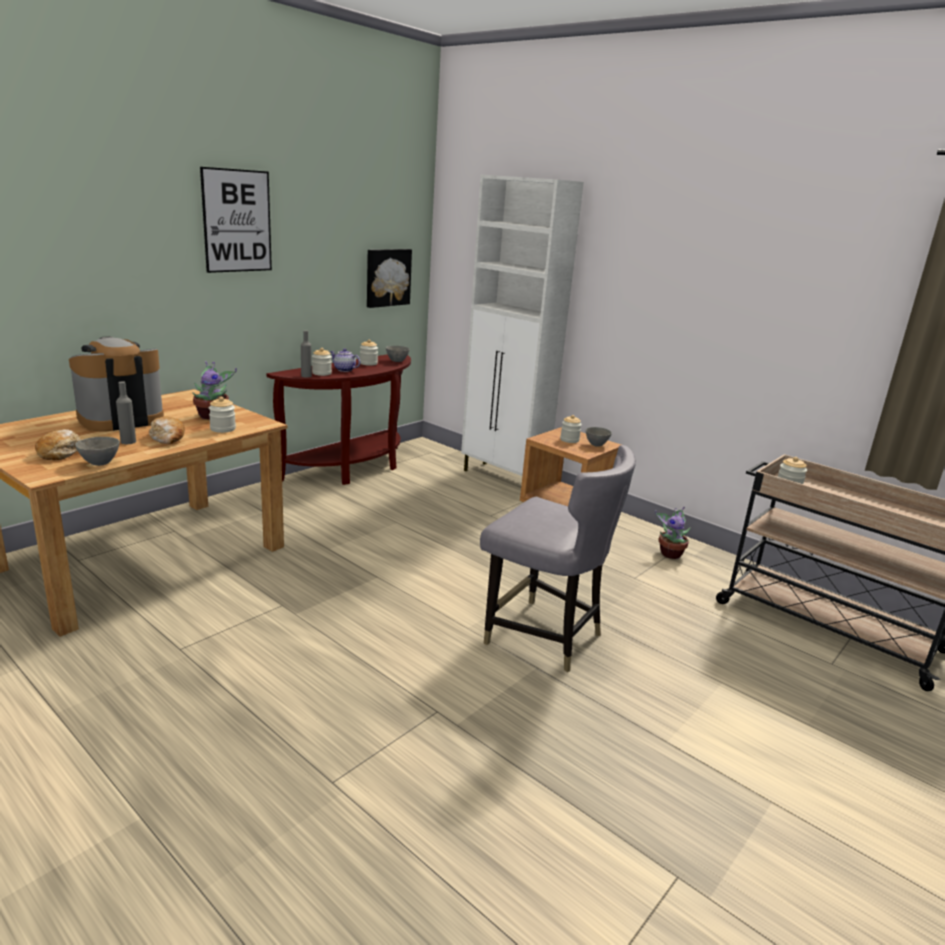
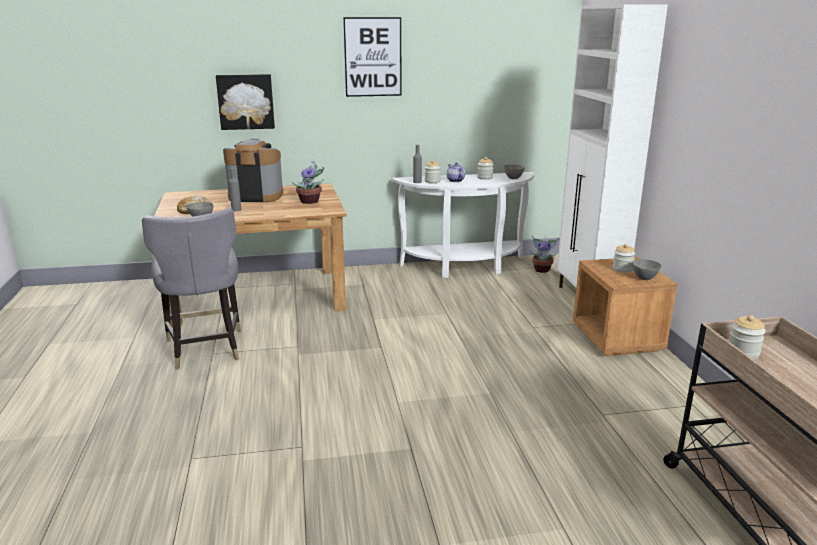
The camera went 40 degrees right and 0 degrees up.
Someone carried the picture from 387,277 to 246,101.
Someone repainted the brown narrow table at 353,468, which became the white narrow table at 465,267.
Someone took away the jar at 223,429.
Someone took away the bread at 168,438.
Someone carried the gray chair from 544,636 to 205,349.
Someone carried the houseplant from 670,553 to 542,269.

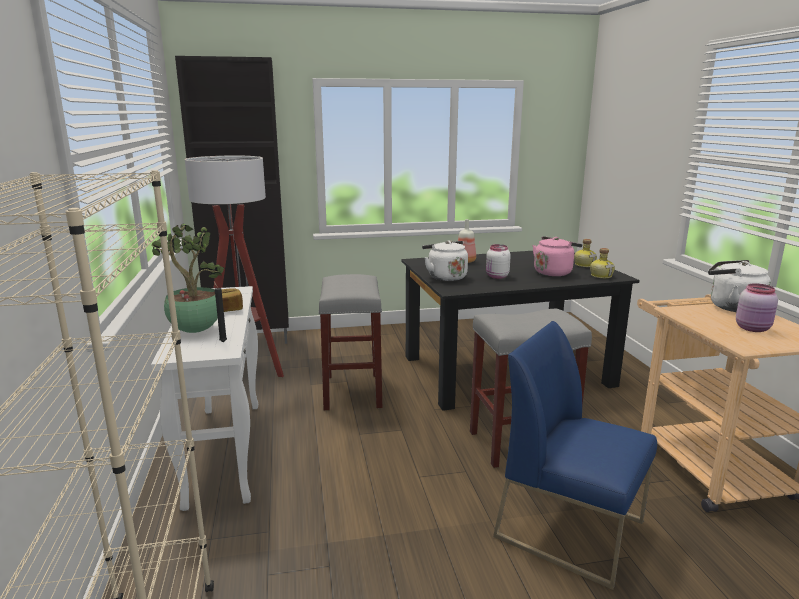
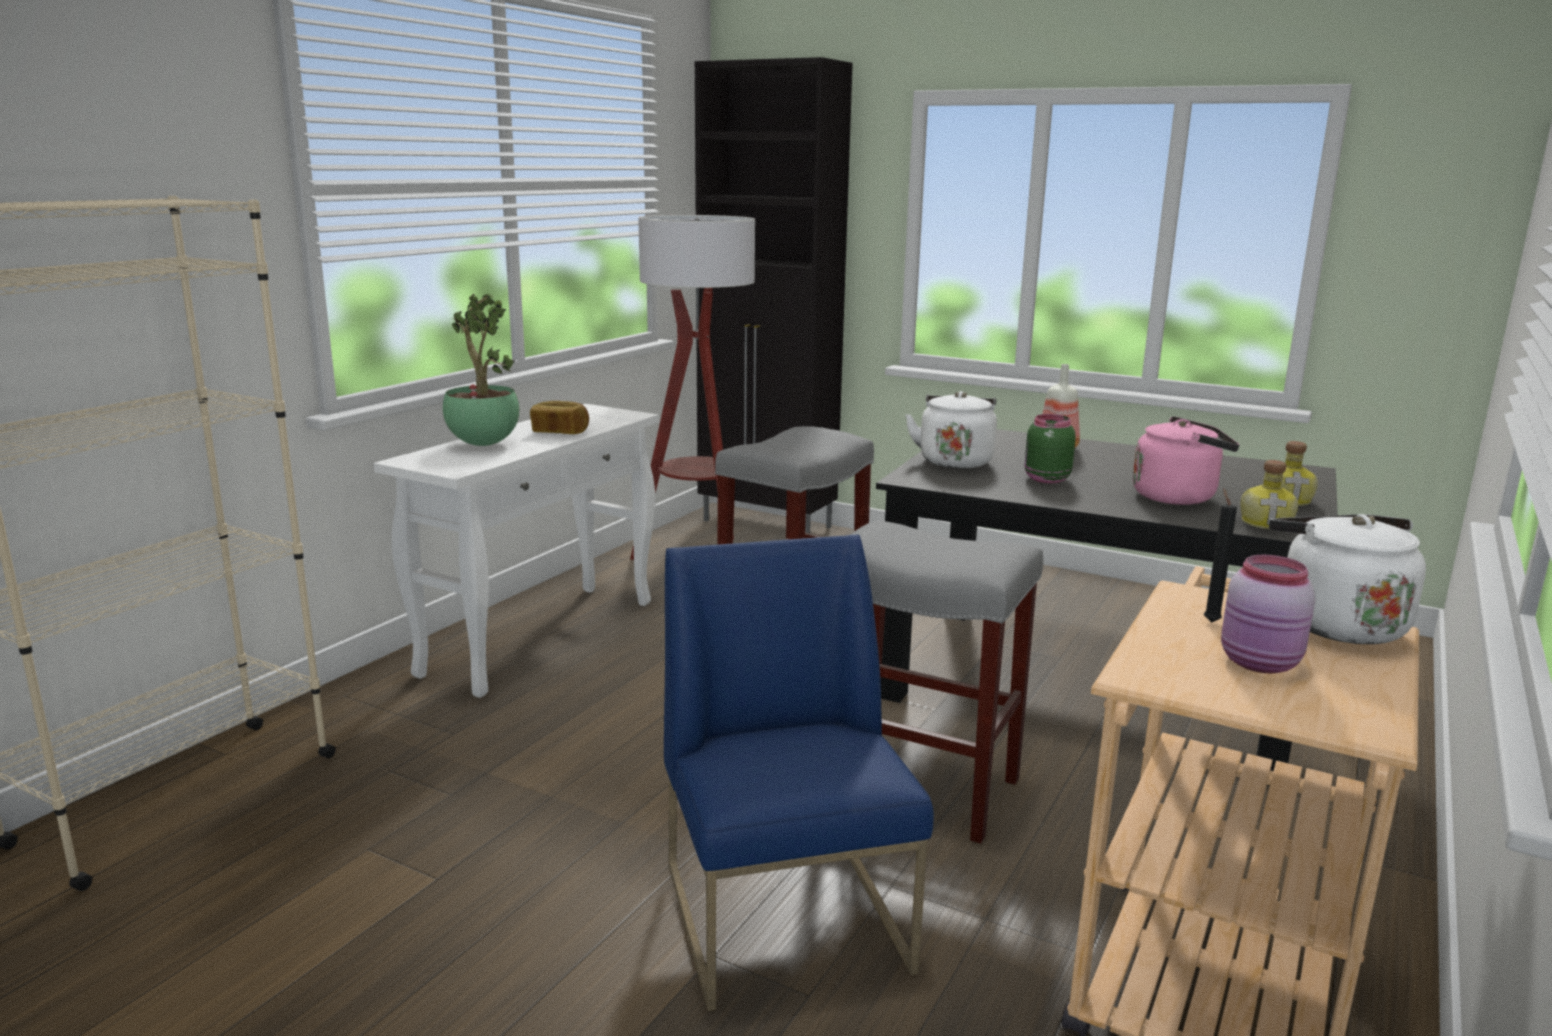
The camera went 40 degrees right and 0 degrees up.
Someone repainted the white jar at 496,276, which became the greenish jar at 1045,479.
Someone carried the black-coloured candle from 222,342 to 1210,621.

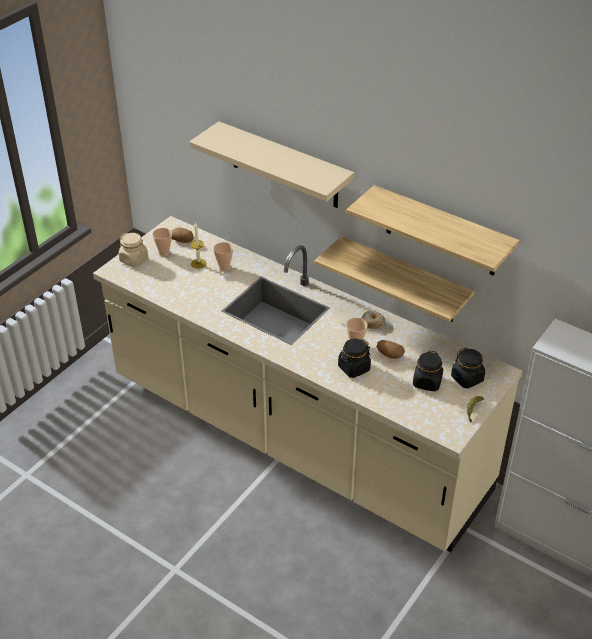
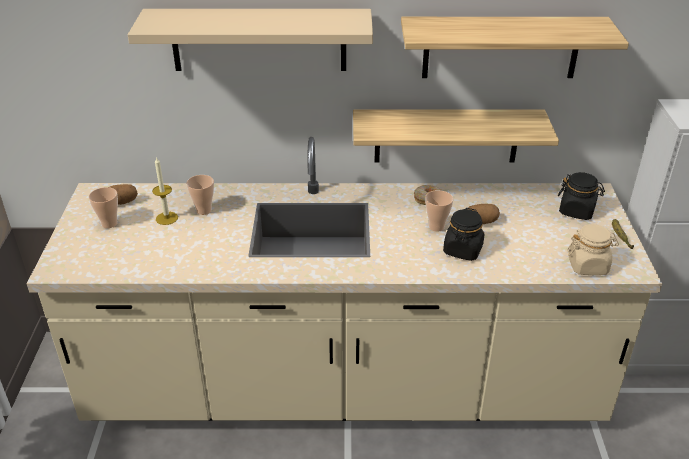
The camera went 35 degrees left and 5 degrees down.
Someone carried the beige jar from 134,260 to 588,266.
Someone took away the black-coloured jar at 427,382.

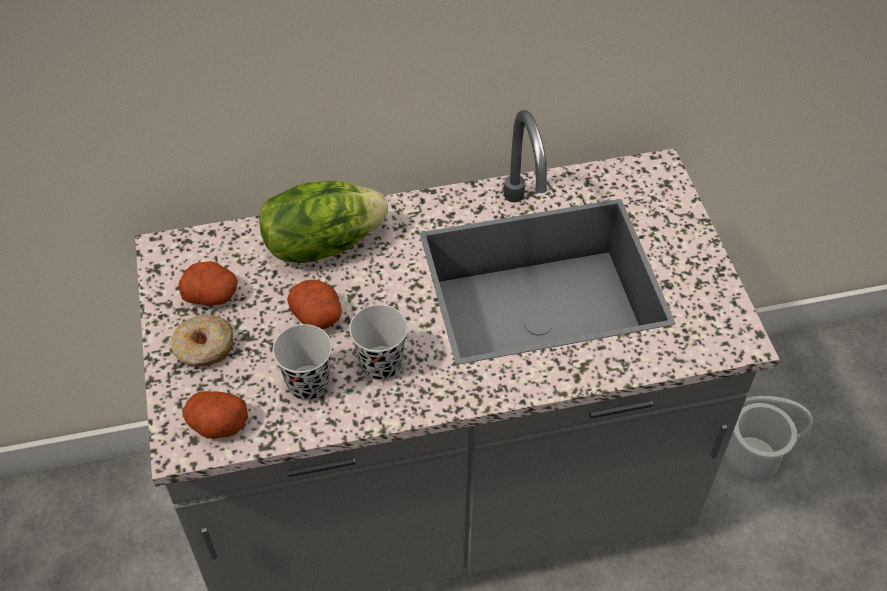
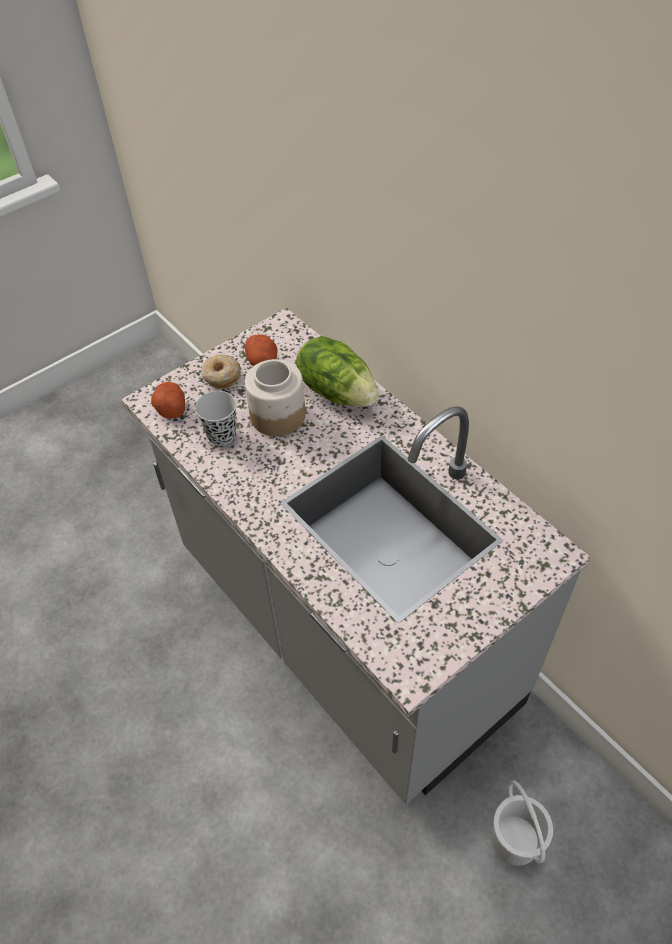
The camera went 65 degrees right and 0 degrees up.
Someone swapped the potato at 318,316 for the jar at 277,416.
Someone took away the black-coloured drinking cup at 381,364.

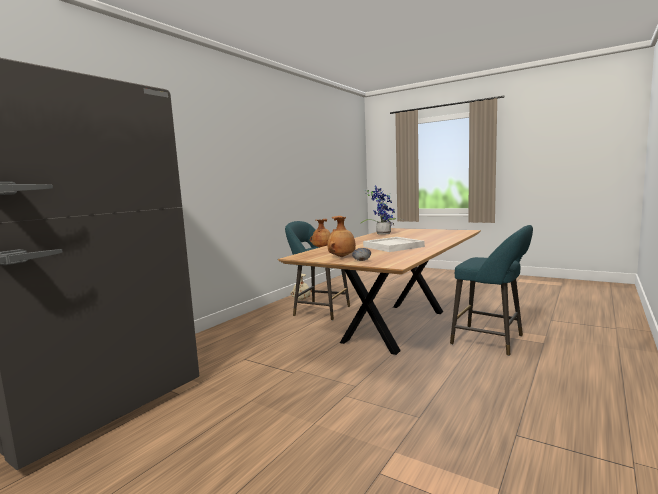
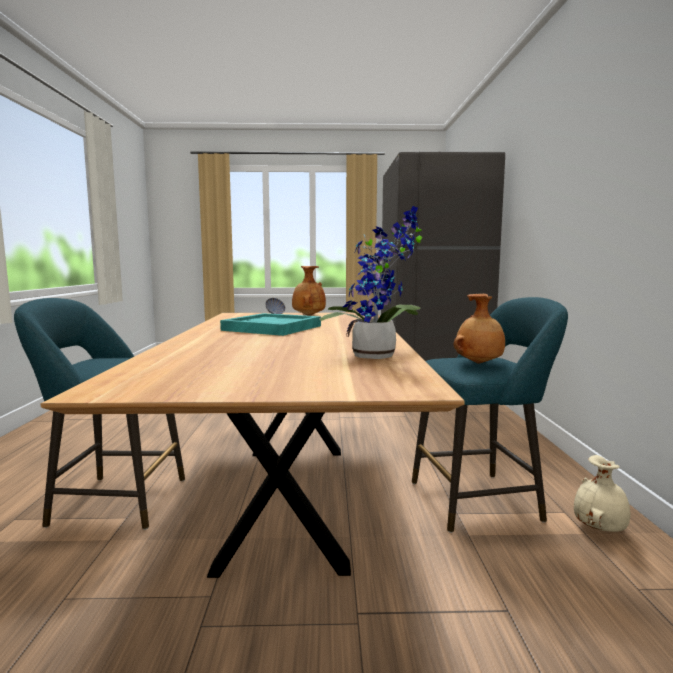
The camera went 145 degrees right and 0 degrees up.
Someone repainted the white tray at 394,246, which became the turquoise-coloured tray at 271,328.

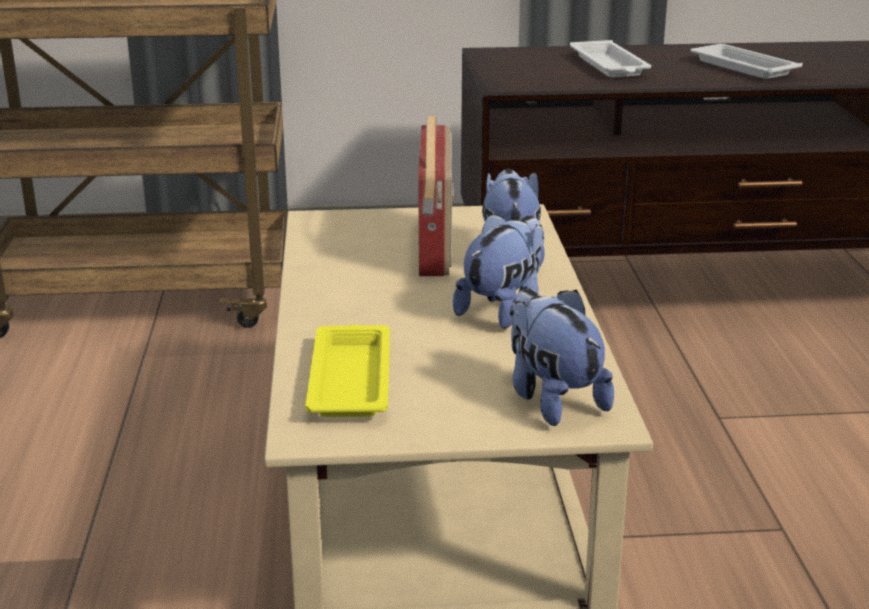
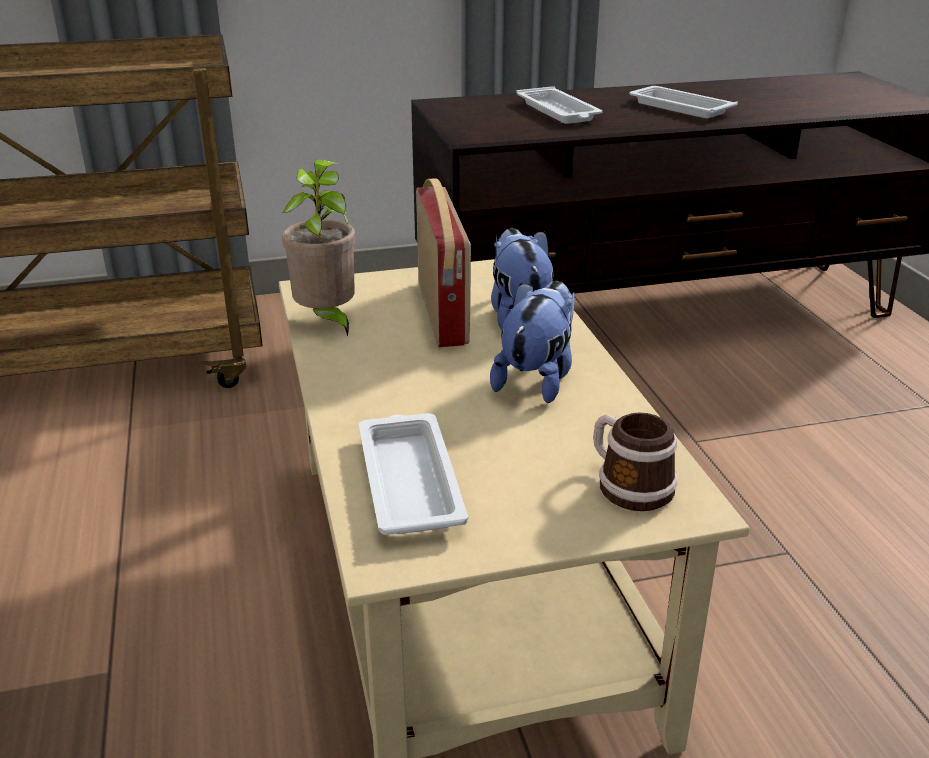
The camera went 10 degrees left and 5 degrees up.
Someone swapped the plush toy at 551,399 for the mug at 627,484.
Someone repainted the yellow tray at 350,378, which became the white tray at 409,480.
Someone put down the houseplant at 327,321.

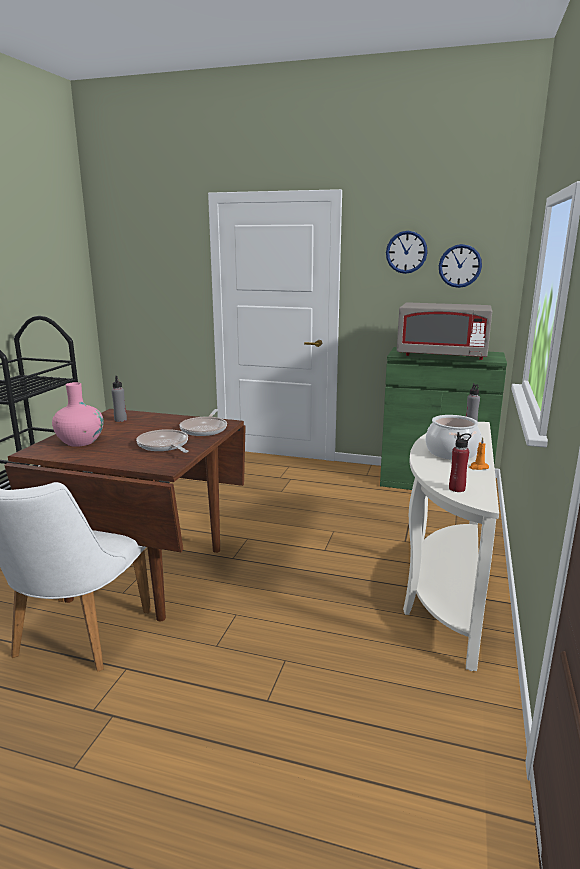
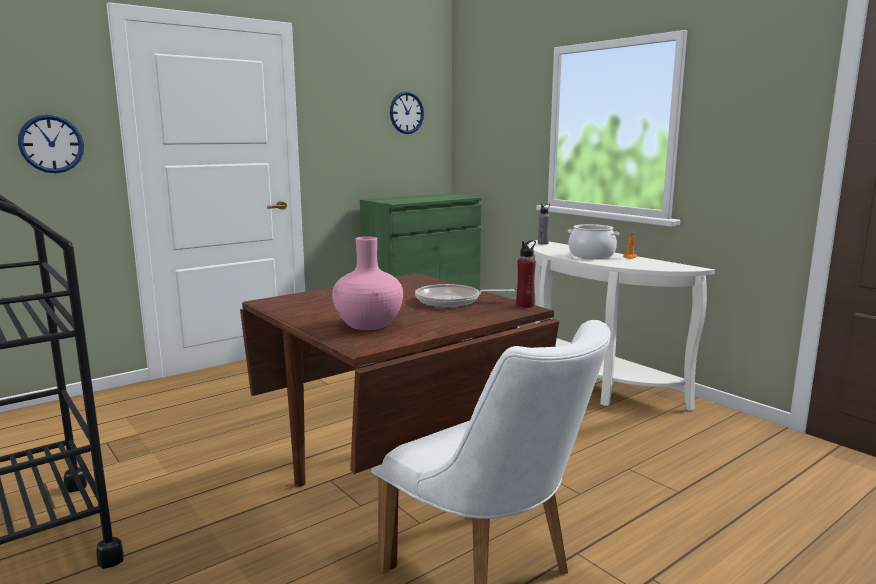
The camera went 55 degrees left and 5 degrees down.
Someone carried the hanging clock from 406,252 to 51,144.
Someone took away the gray microwave at 442,355.
Someone took away the gray drink bottle at 120,420.
Someone took away the frying pan at 205,429.
Someone carried the red-coloured drink bottle from 457,489 to 525,305.

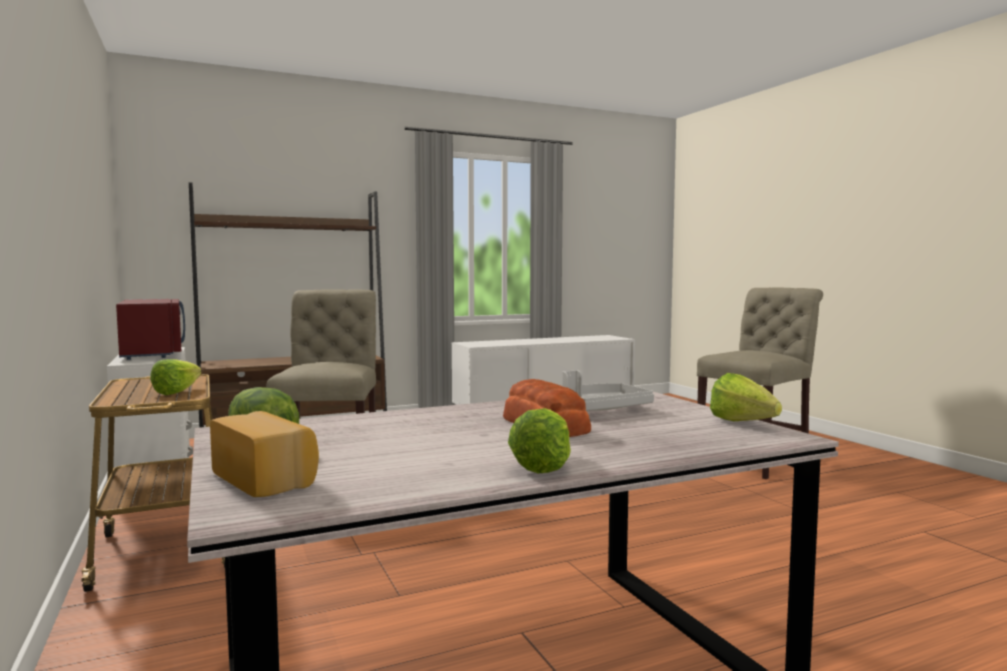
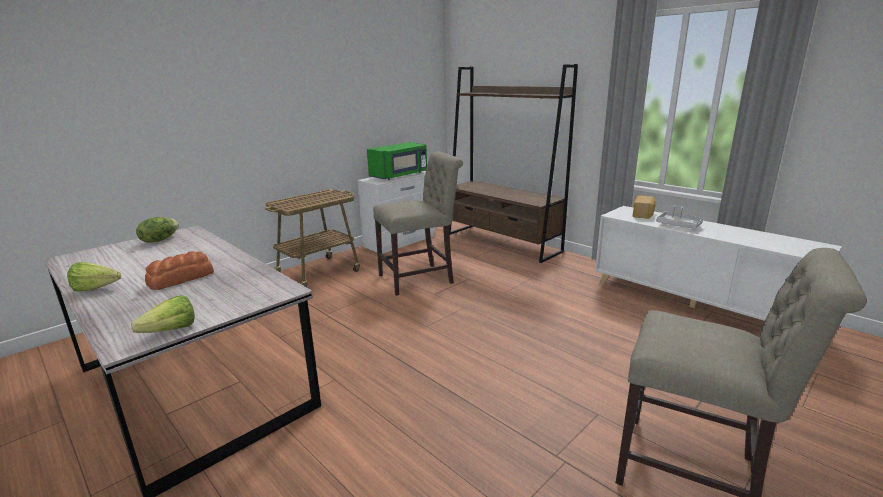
The camera went 70 degrees right and 15 degrees up.
Someone repainted the red-coloured microwave at 153,354, which became the greenish microwave at 400,175.
Someone took away the head of lettuce at 181,391.
Someone carried the gray tray from 599,409 to 678,225.
Someone carried the bread from 267,478 to 643,214.

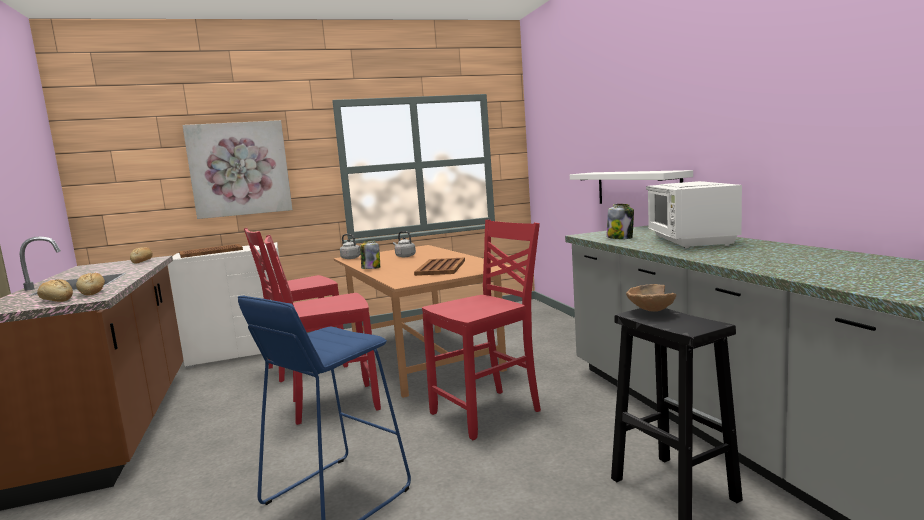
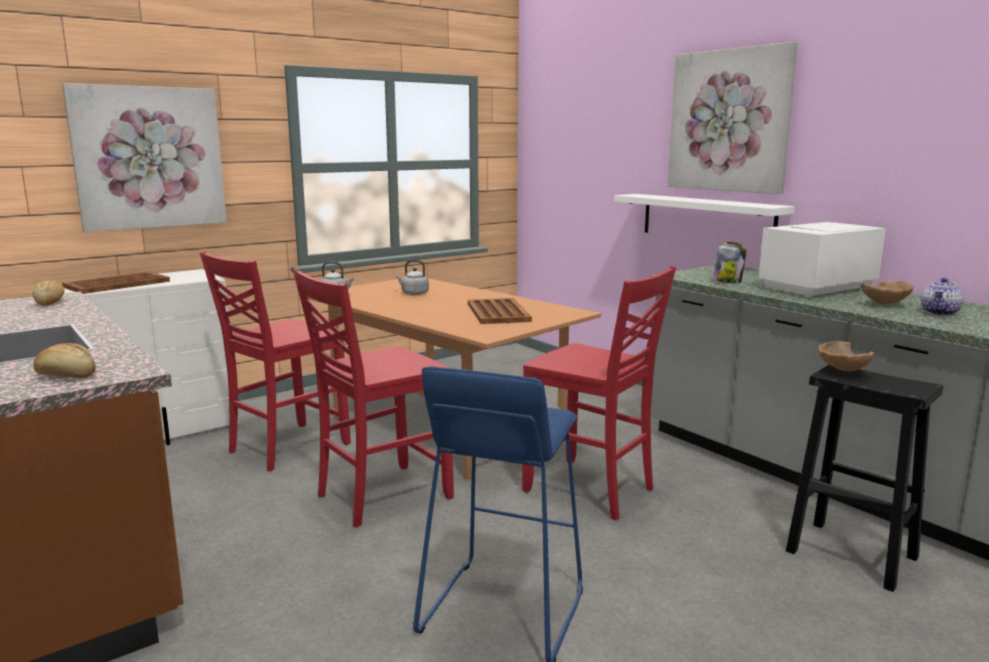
The camera went 20 degrees left and 5 degrees up.
Someone rotated the white microwave at 690,241 by 75 degrees clockwise.
Someone rotated the red-coloured chair at 488,412 by 90 degrees clockwise.
Someone took away the jar at 371,268.
Someone took away the bread at 92,292.
Someone put up the picture at 729,121.
Someone put down the tea pot at 940,313.
Someone put down the brown bowl at 885,305.

